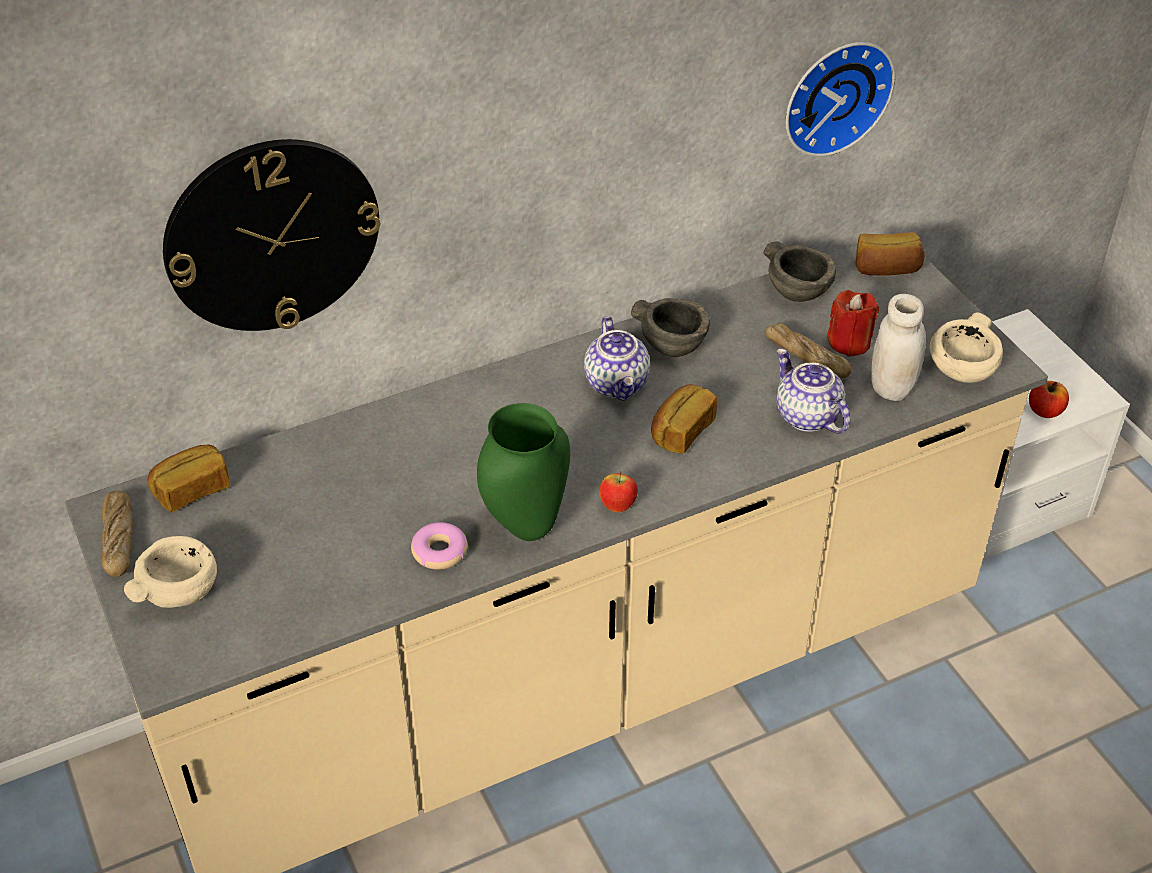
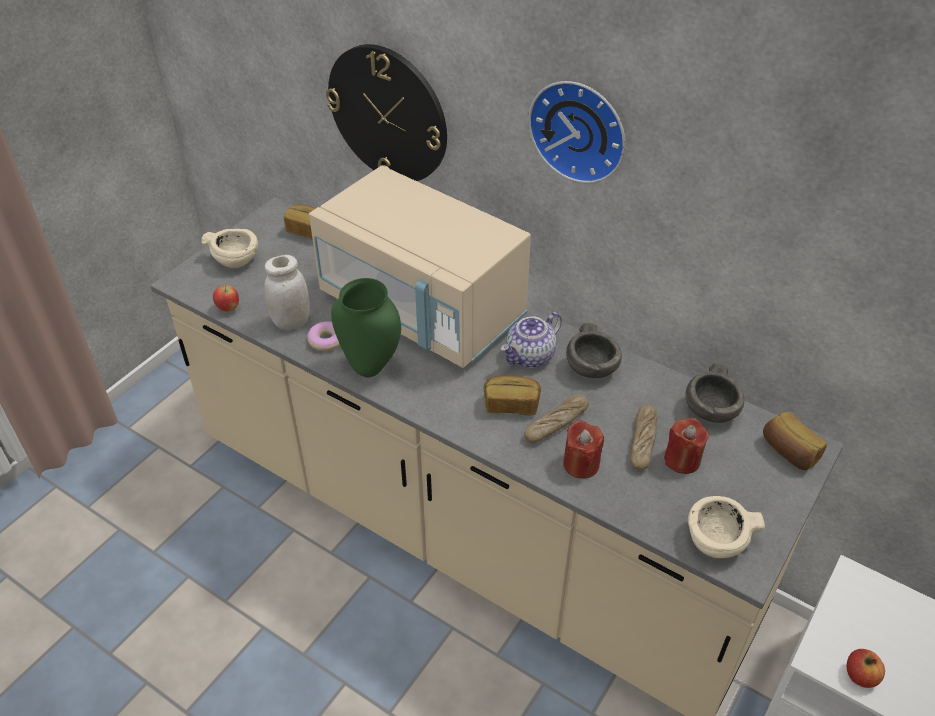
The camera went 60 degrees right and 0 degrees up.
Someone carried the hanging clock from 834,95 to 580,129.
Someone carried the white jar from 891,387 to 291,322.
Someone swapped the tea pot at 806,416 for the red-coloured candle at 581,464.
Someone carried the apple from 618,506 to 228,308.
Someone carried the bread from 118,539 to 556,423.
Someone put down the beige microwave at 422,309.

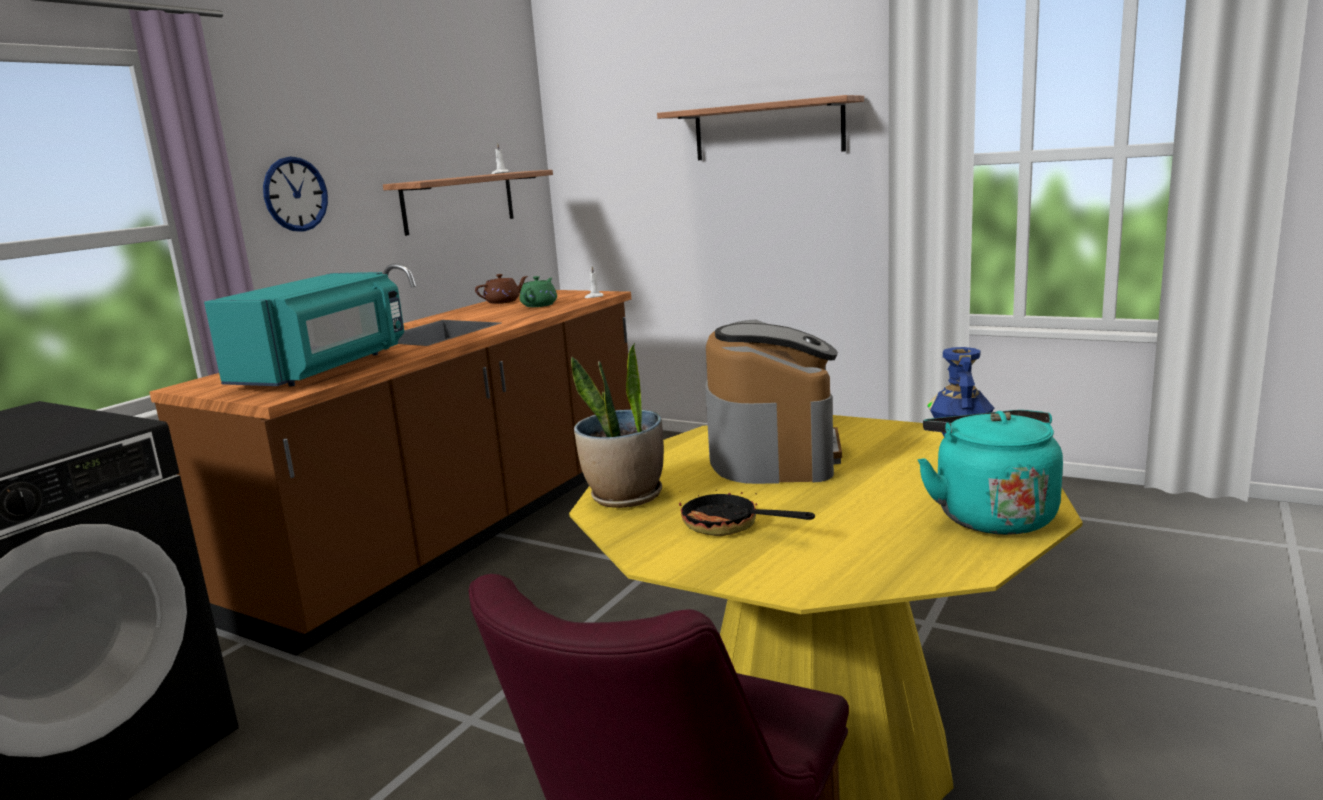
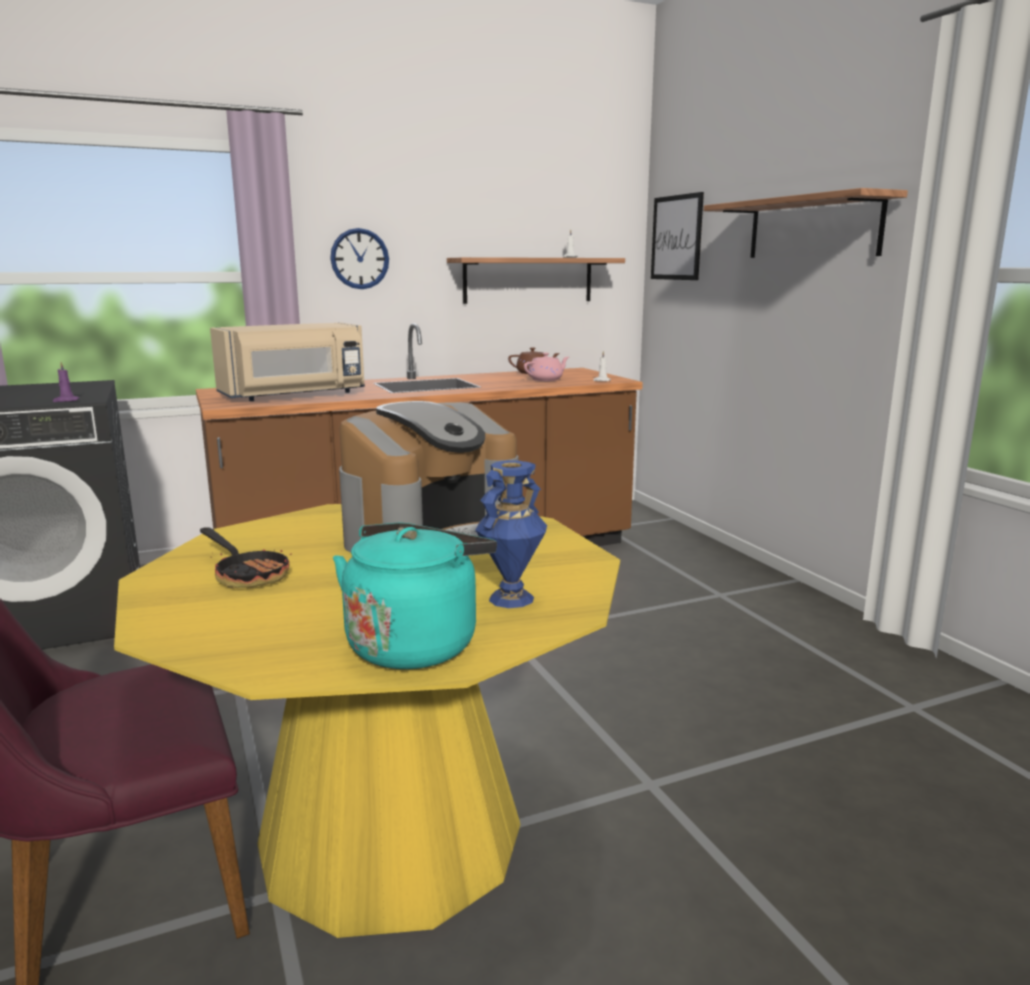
The camera went 35 degrees right and 0 degrees up.
Someone repainted the turquoise-coloured microwave at 325,370, which became the beige microwave at 295,395.
Someone repainted the greenish tea pot at 540,305, which became the pinkish tea pot at 546,379.
Someone took away the houseplant at 625,497.
Someone rotated the frying pan at 730,526 by 150 degrees clockwise.
Someone put up the picture at 676,238.
Someone put down the purple candle at 65,401.

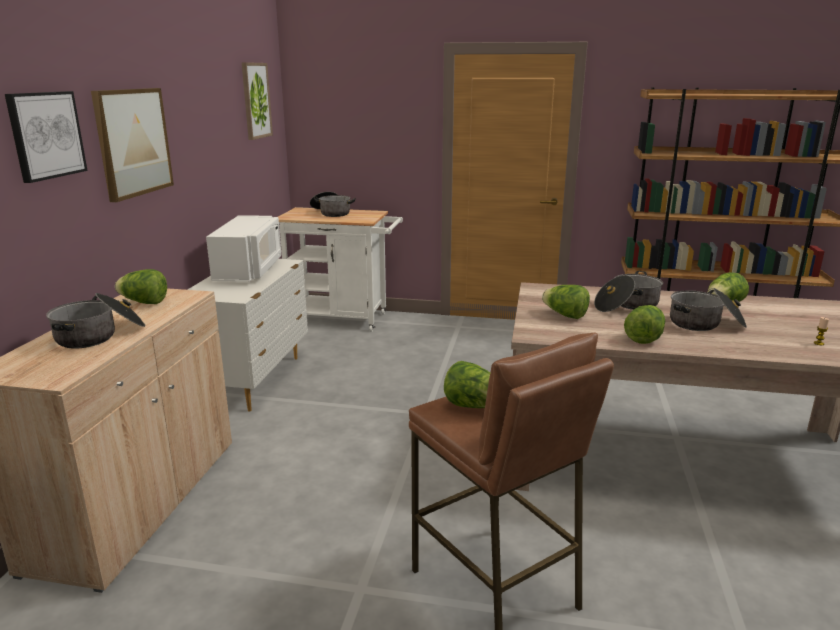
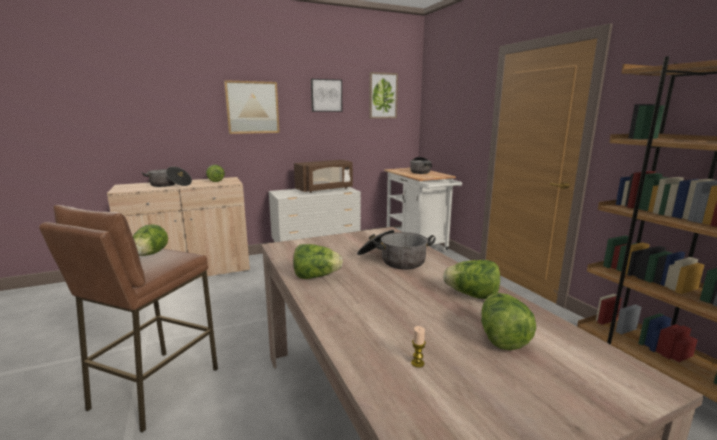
The camera went 55 degrees right and 5 degrees down.
Someone carried the picture from 46,135 to 326,95.
Someone repainted the white microwave at 249,271, which became the brown microwave at 325,189.
Someone carried the head of lettuce from 565,315 to 501,338.
Someone took away the cooking pot at 705,324.

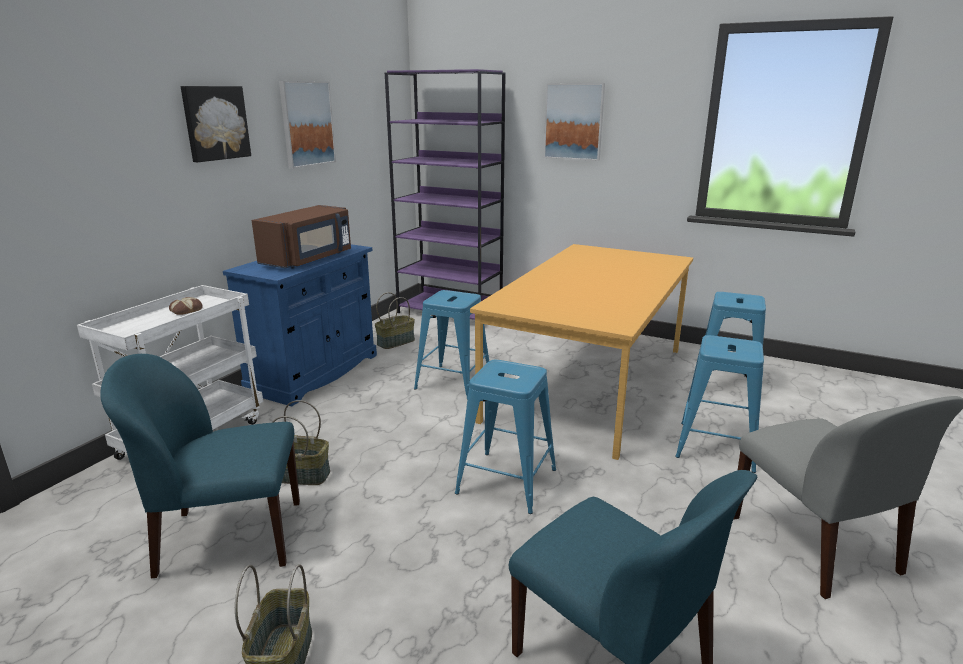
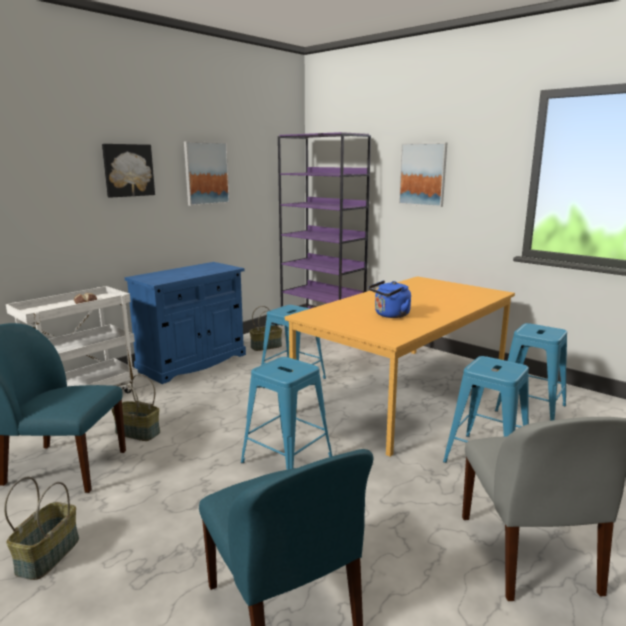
The camera went 15 degrees right and 5 degrees down.
Someone took away the brown microwave at 309,259.
Someone put down the blue-coloured water kettle at 390,315.

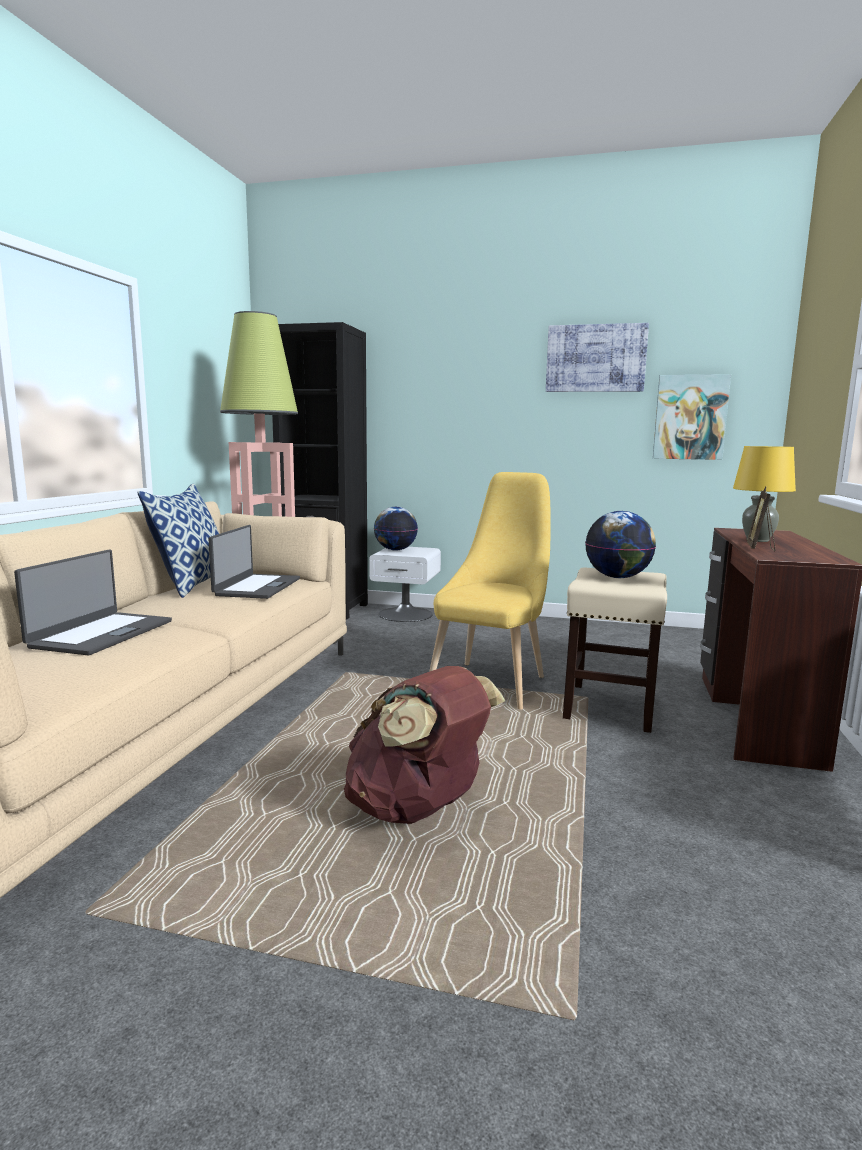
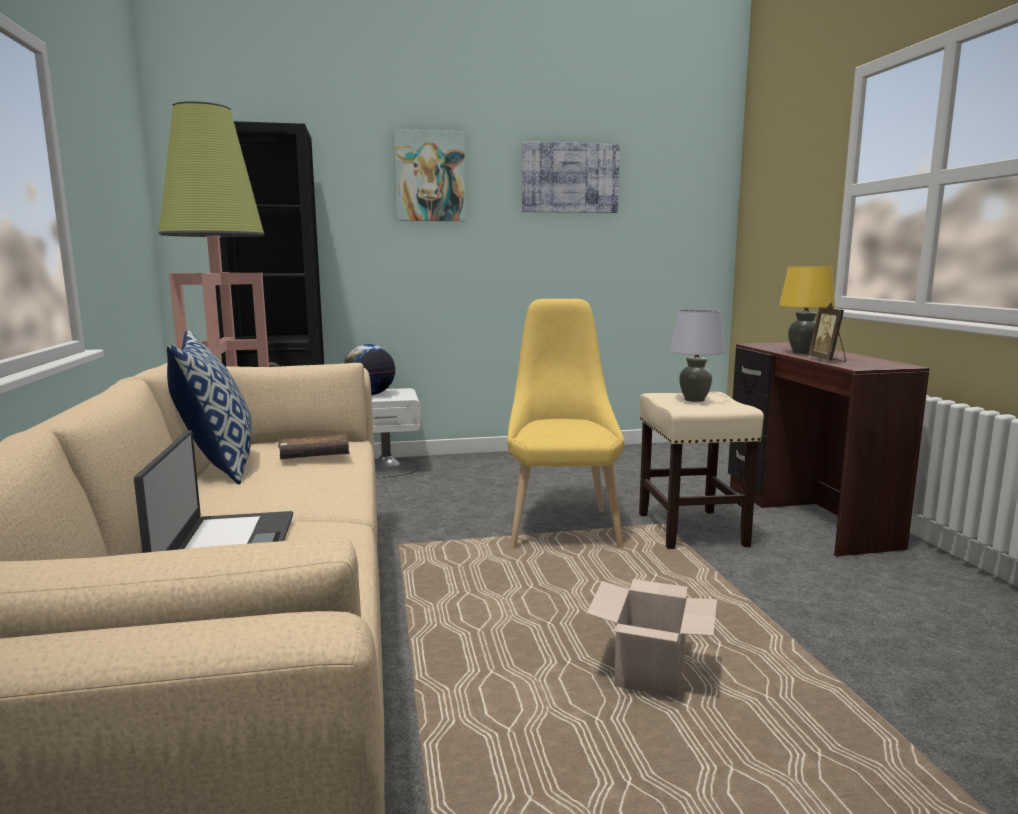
The camera went 25 degrees left and 0 degrees up.
Someone carried the picture from 690,417 to 430,176.
Someone swapped the world globe at 618,577 for the gray table lamp at 694,400.
Someone swapped the portable computer at 257,587 for the brown bound book at 314,457.
Someone swapped the brown backpack at 418,809 for the packing box at 651,675.

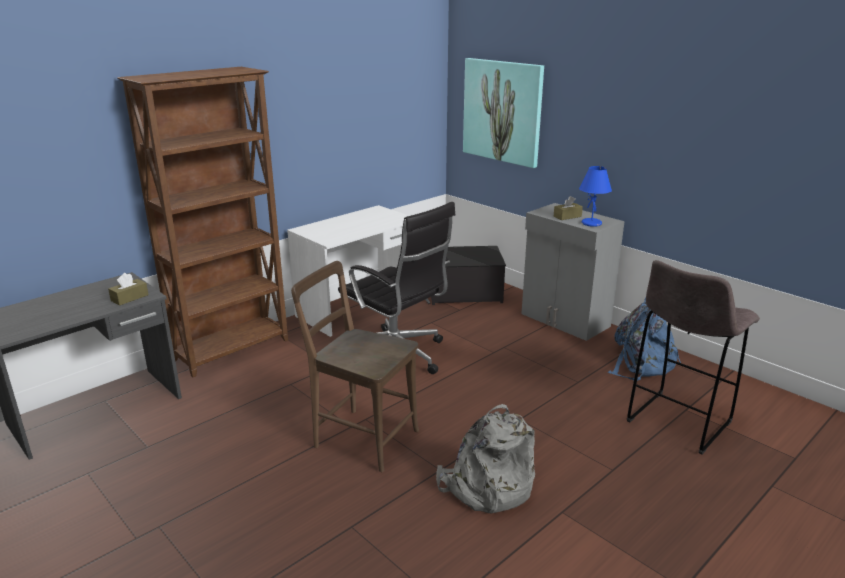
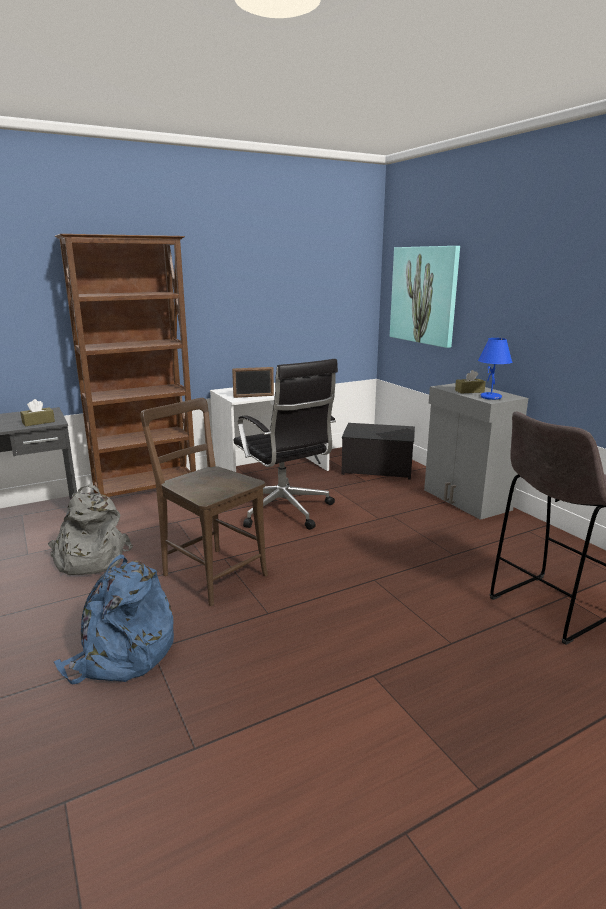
The camera went 15 degrees right and 5 degrees down.
Someone carried the blue-coloured backpack from 641,363 to 122,655.
Someone carried the gray backpack from 486,487 to 89,559.
Someone put down the picture frame at 253,396.

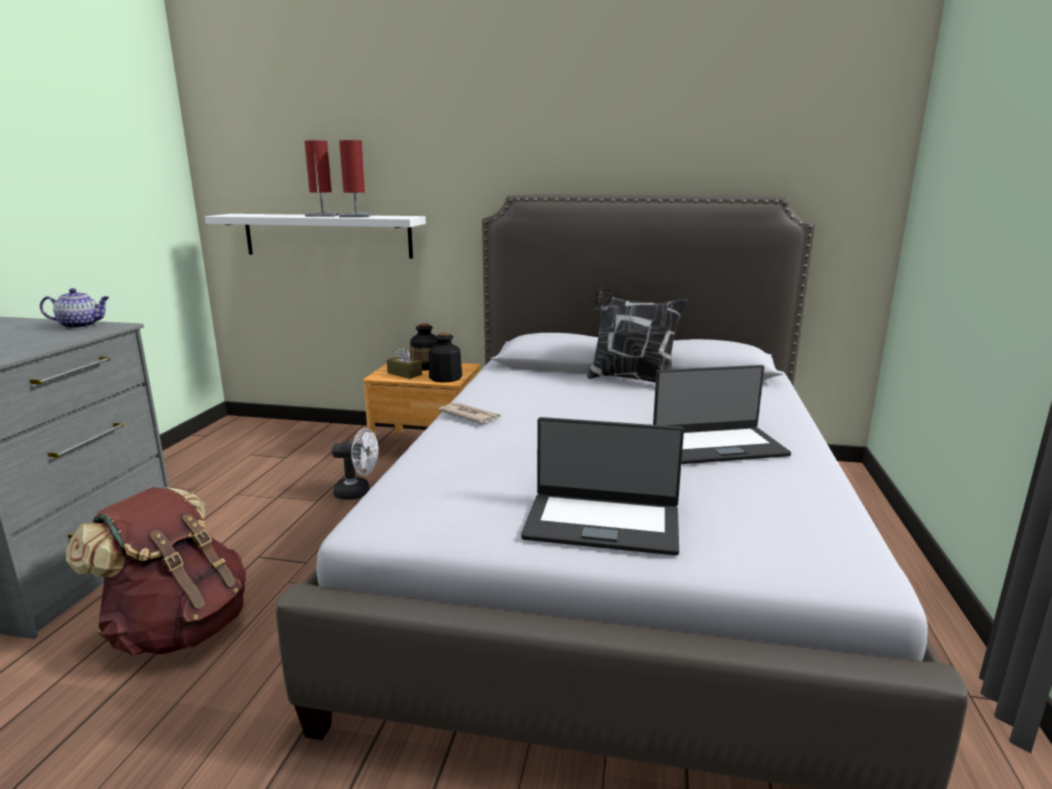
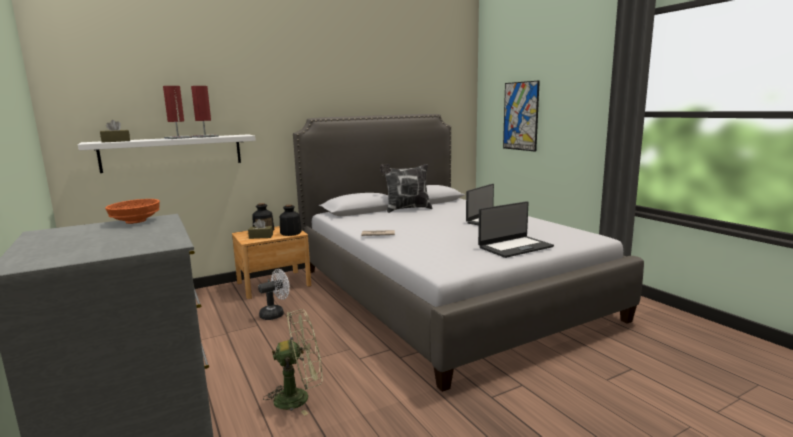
The camera went 40 degrees left and 5 degrees down.
Someone swapped the tea pot at 81,325 for the orangey bowl at 136,221.
Someone swapped the brown backpack at 179,629 for the greenish cooling fan at 299,397.
Someone put up the picture at 520,116.
Someone put down the brown tissue holder at 116,141.

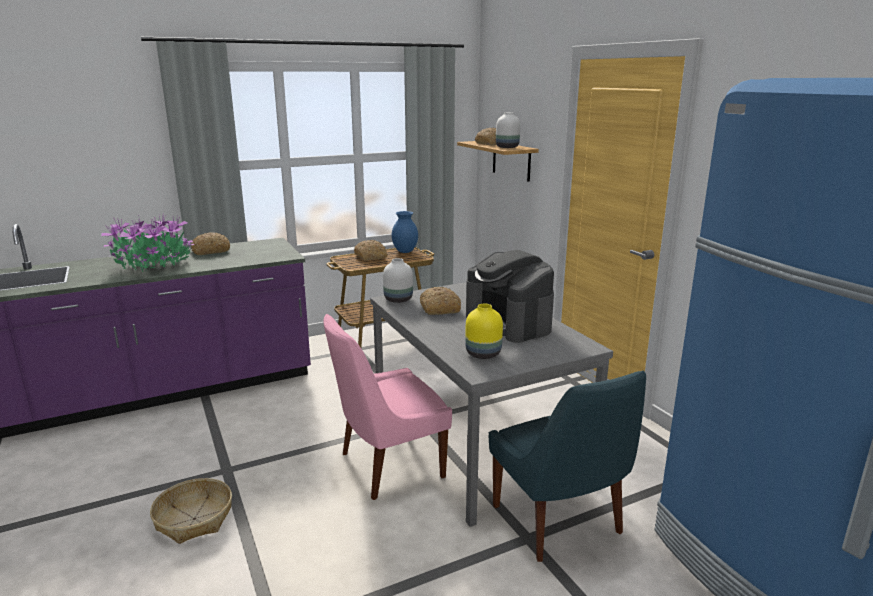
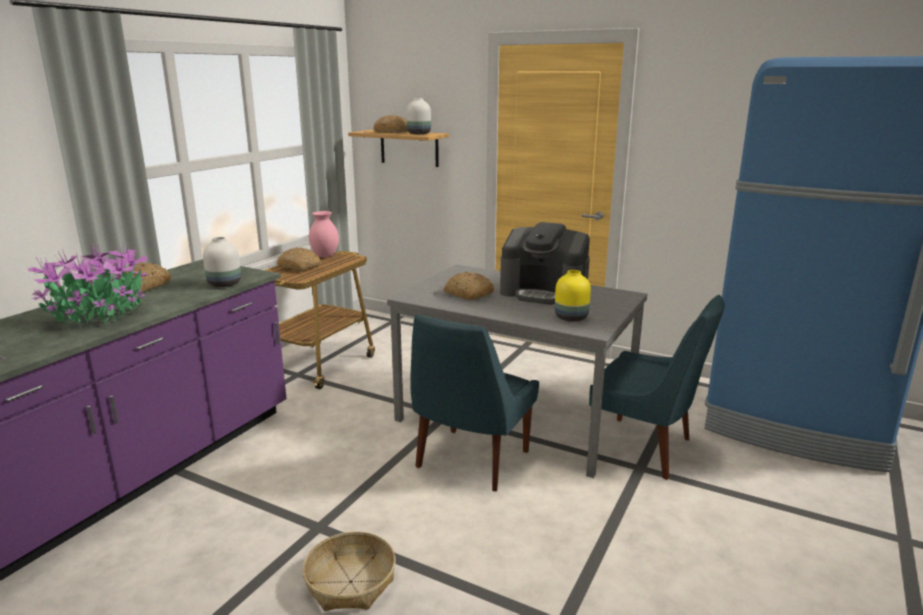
The camera went 35 degrees left and 0 degrees up.
Someone repainted the blue-coloured decorative vase at 404,251, which became the pinkish decorative vase at 324,256.
Someone carried the white decorative vase from 398,299 to 224,284.
Someone repainted the pinkish chair at 387,466, which became the blue-coloured chair at 470,461.

